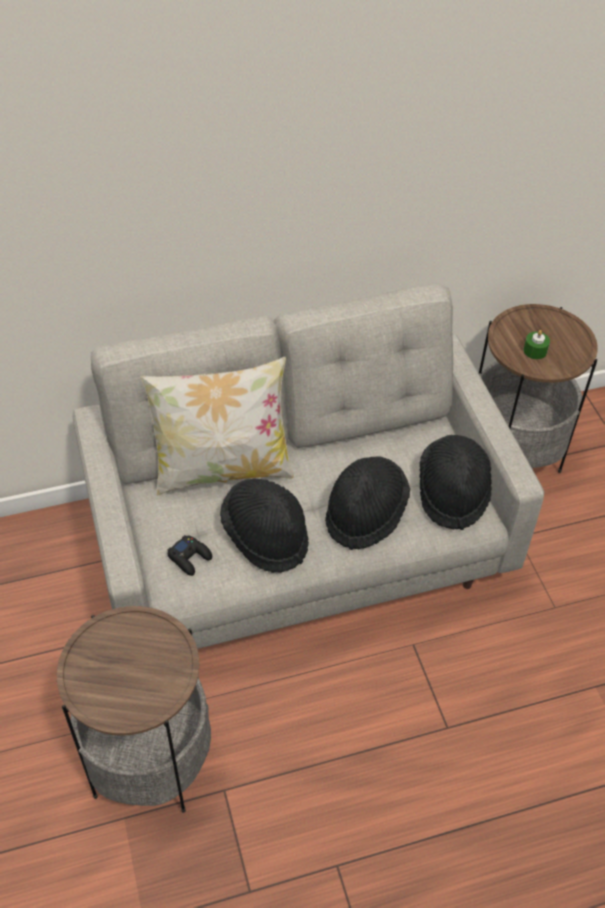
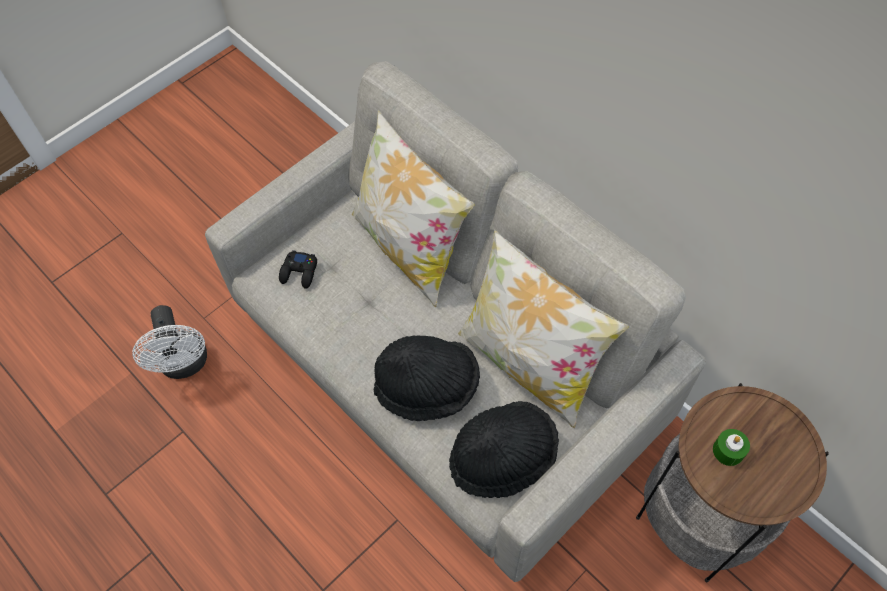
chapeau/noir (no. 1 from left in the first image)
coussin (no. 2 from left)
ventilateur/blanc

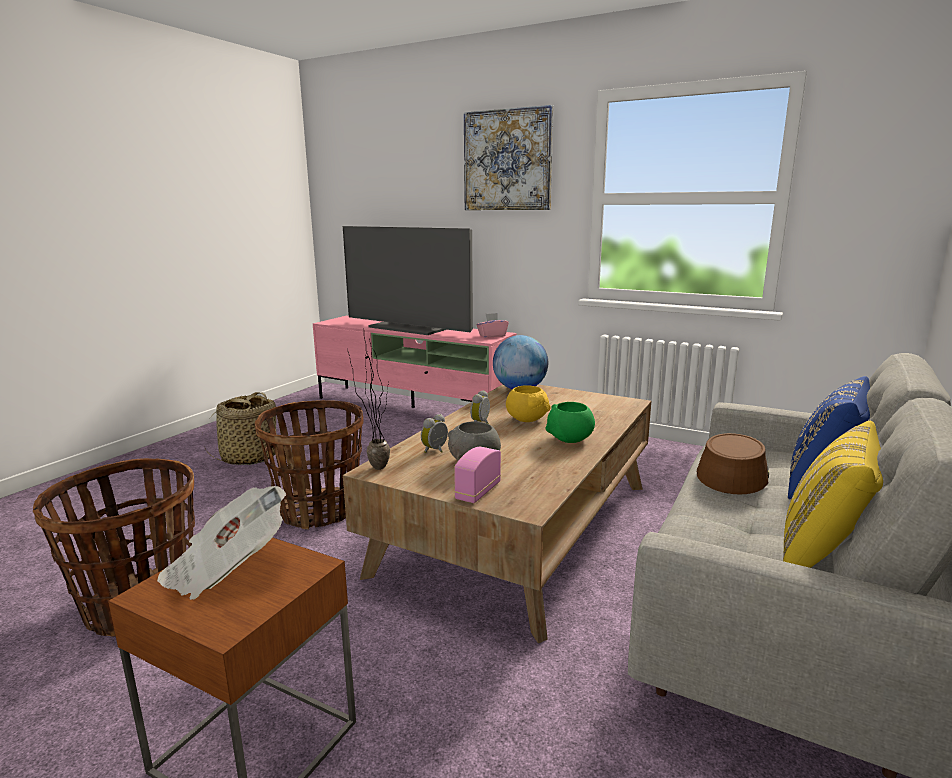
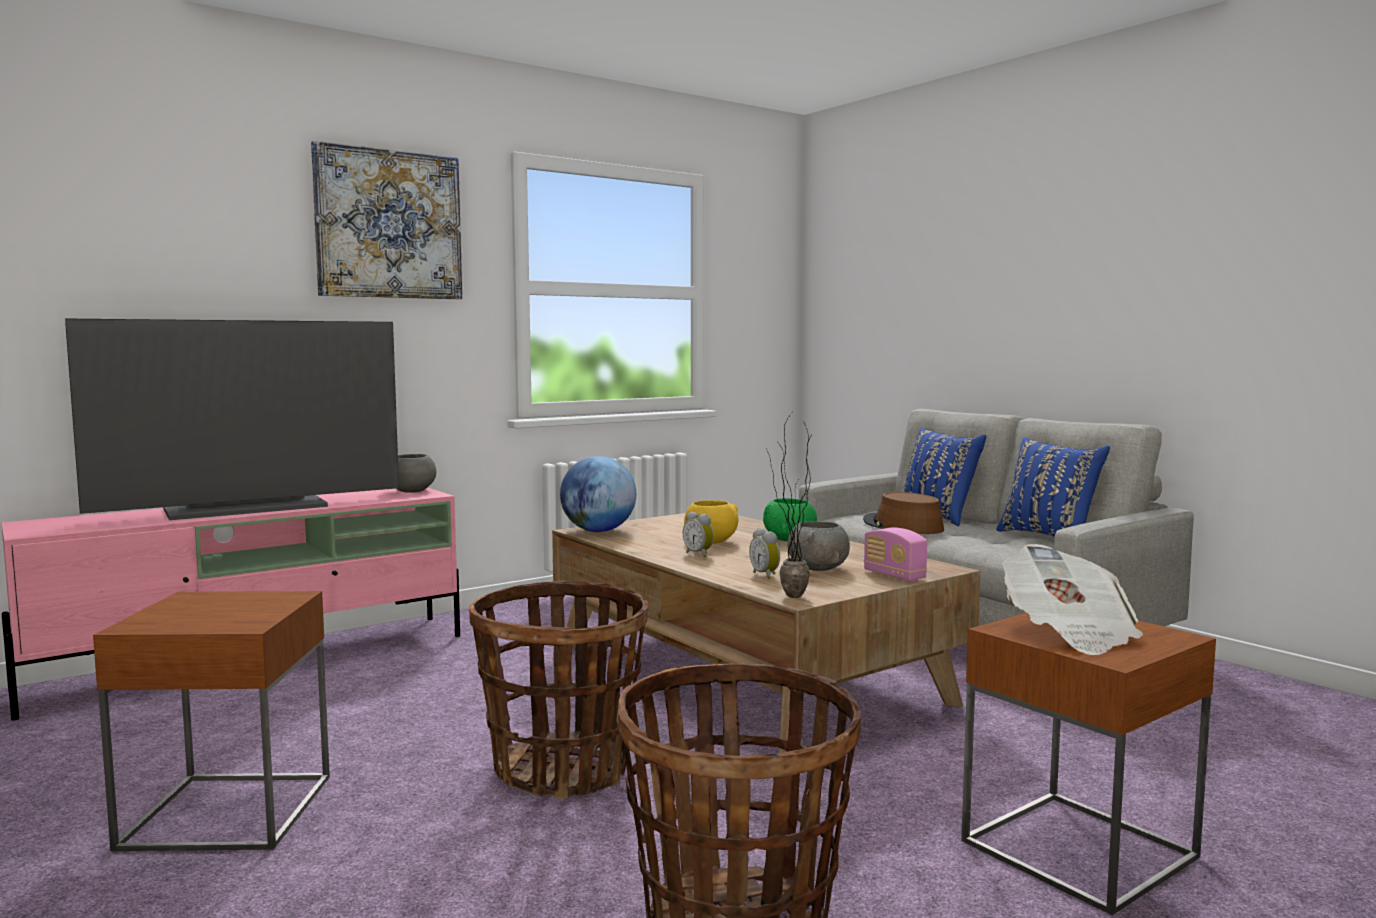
table d'appoint/marron (no. 1 from left)
bol/gris (no. 1 from left)
coussin/bleu (no. 2 from left)

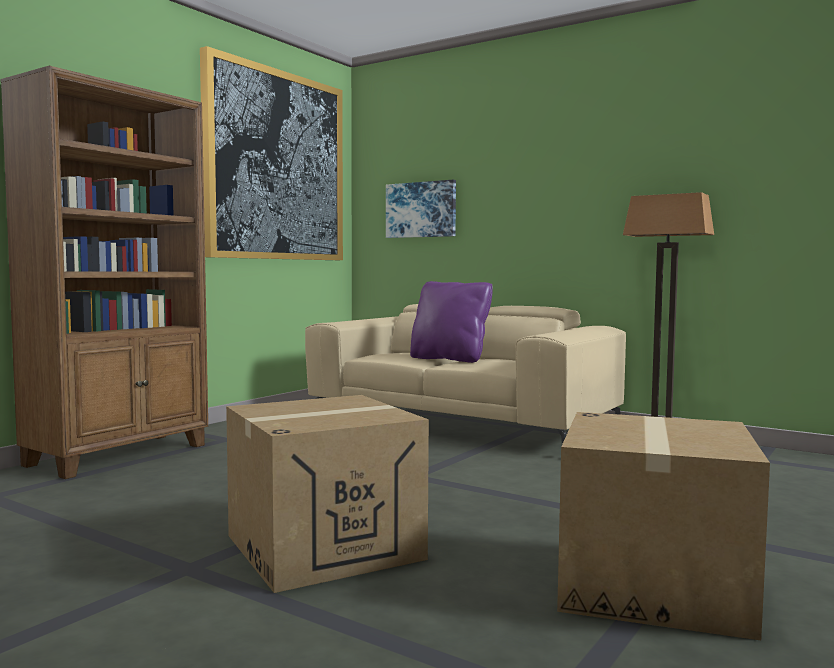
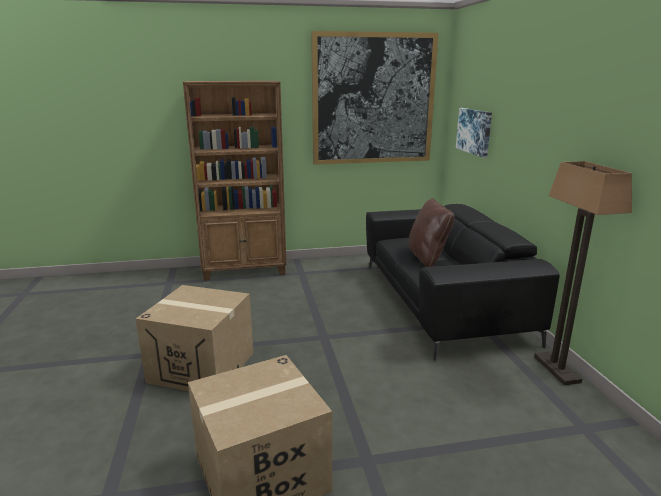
canapé/noir
coussin/marron

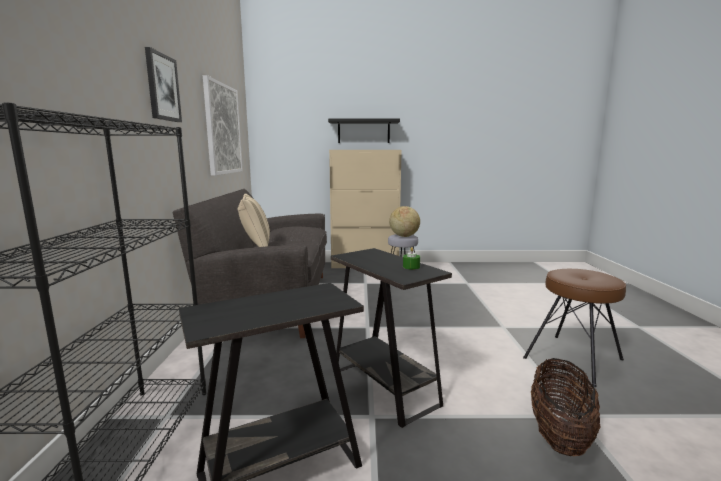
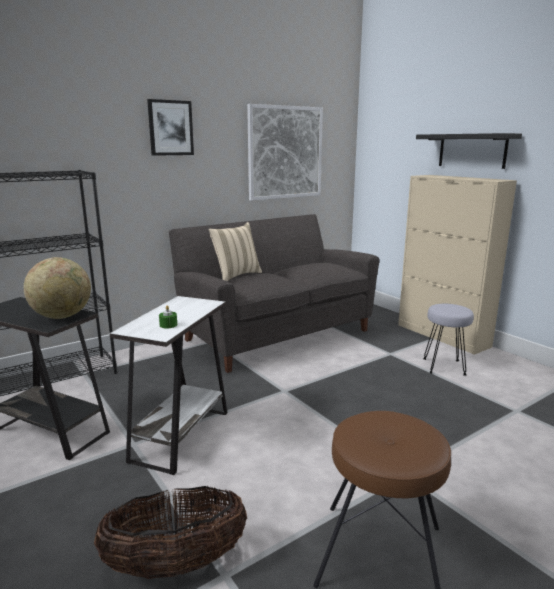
globe
table d'appoint/blanc

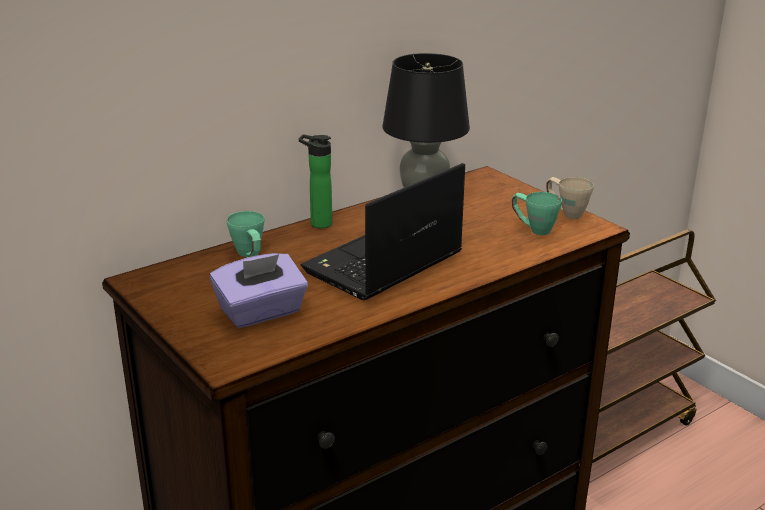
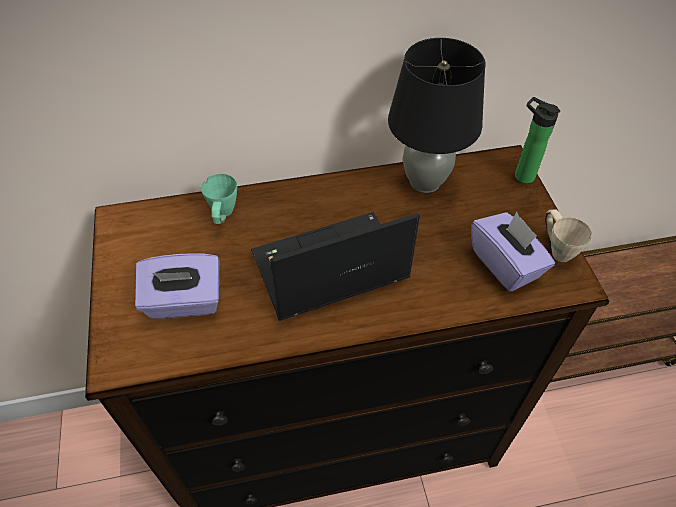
bouteille
boîte à mouchoirs/violet (no. 2 from left)

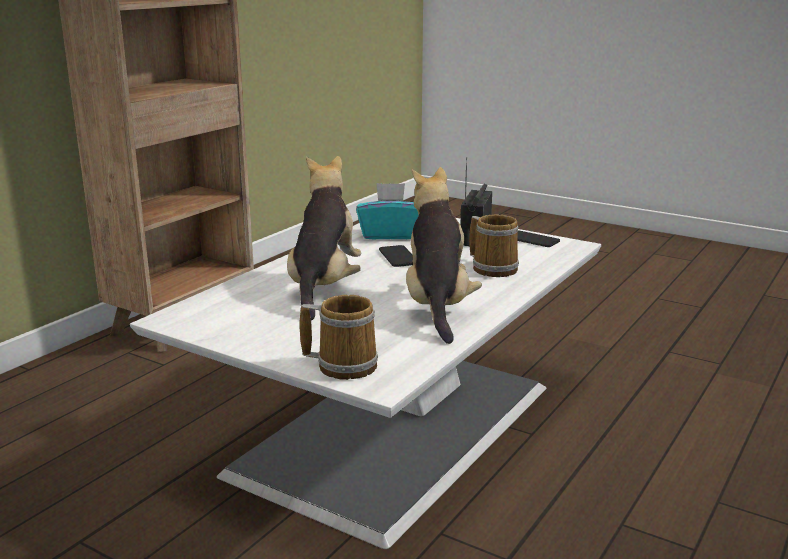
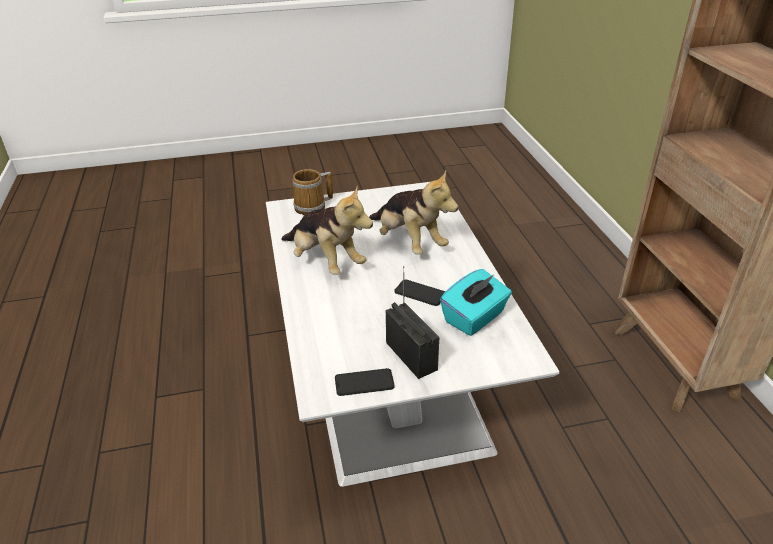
mug (no. 2 from left in the first image)

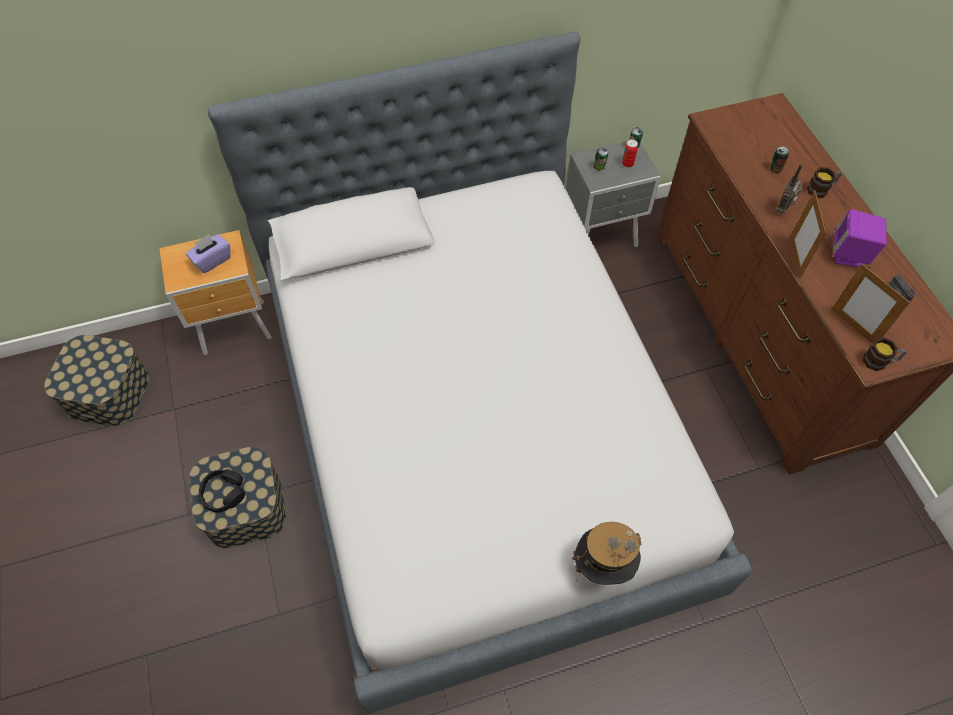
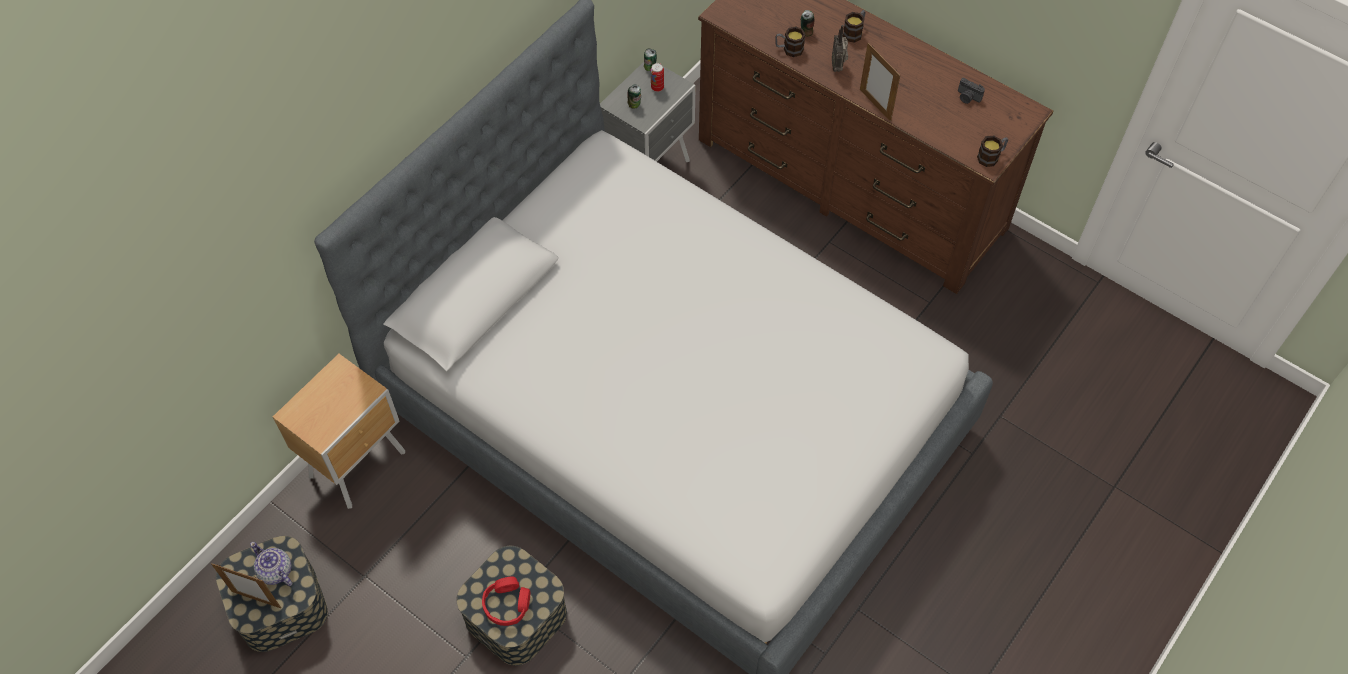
boîte à mouchoirs/violet
chapeau
enceinte/violet
théière
mug (no. 1 from left)
cadre photo (no. 1 from left)
casque audio/rouge

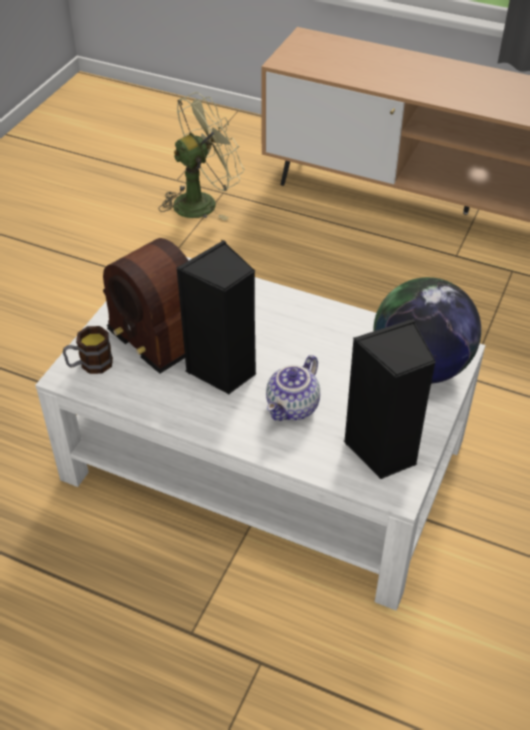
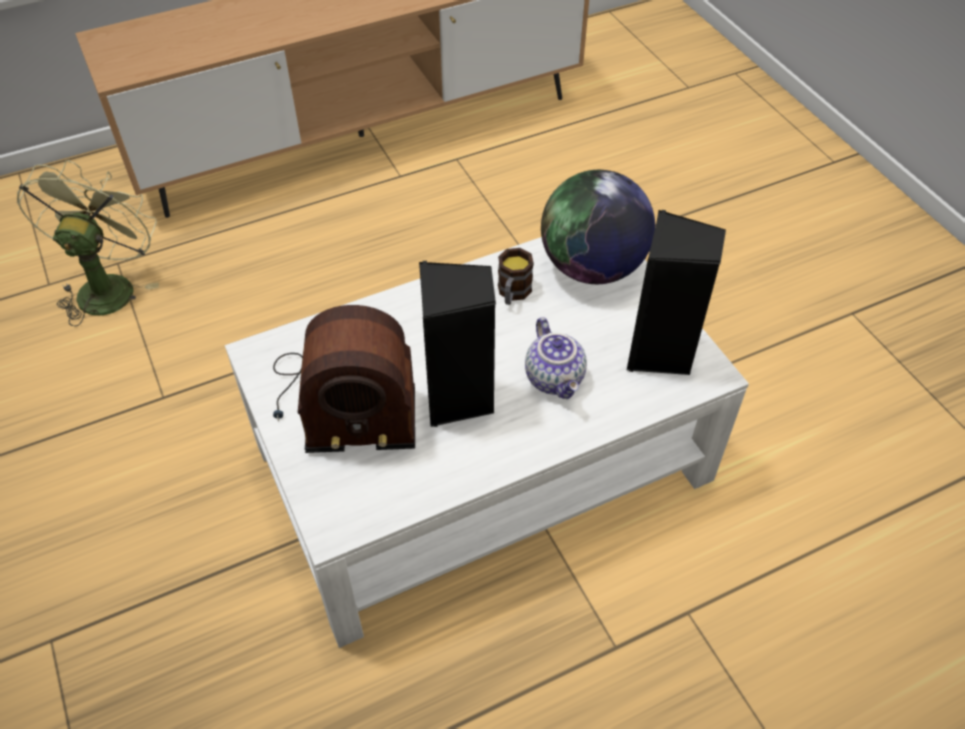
mug

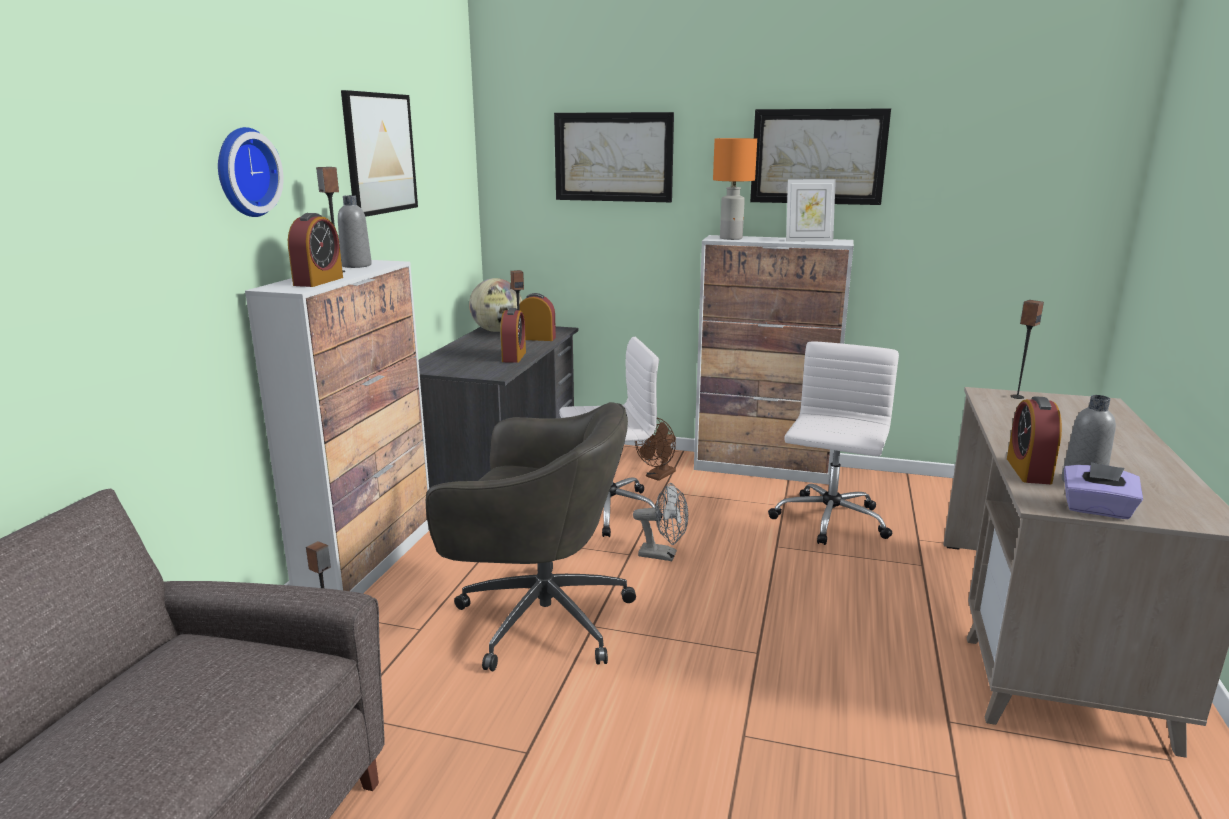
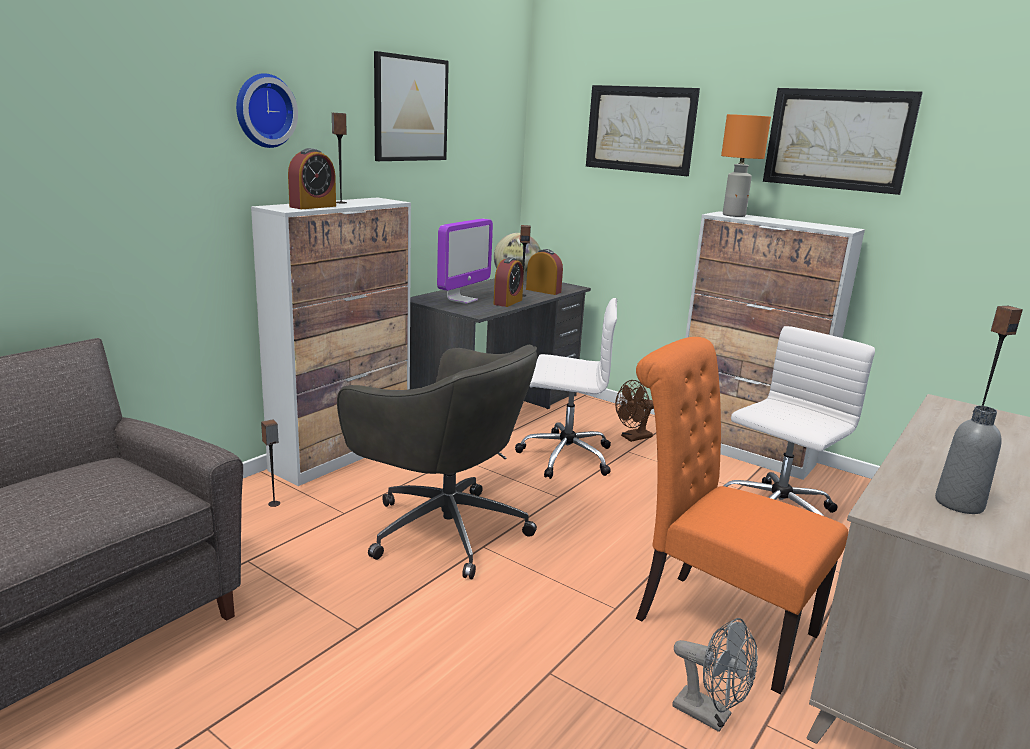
bouteille/gris (no. 1 from left in the first image)
cadre photo
réveil (no. 4 from left in the first image)
boîte à mouchoirs/violet
écran d'ordinateur
chaise/orange
ventilateur/gris

